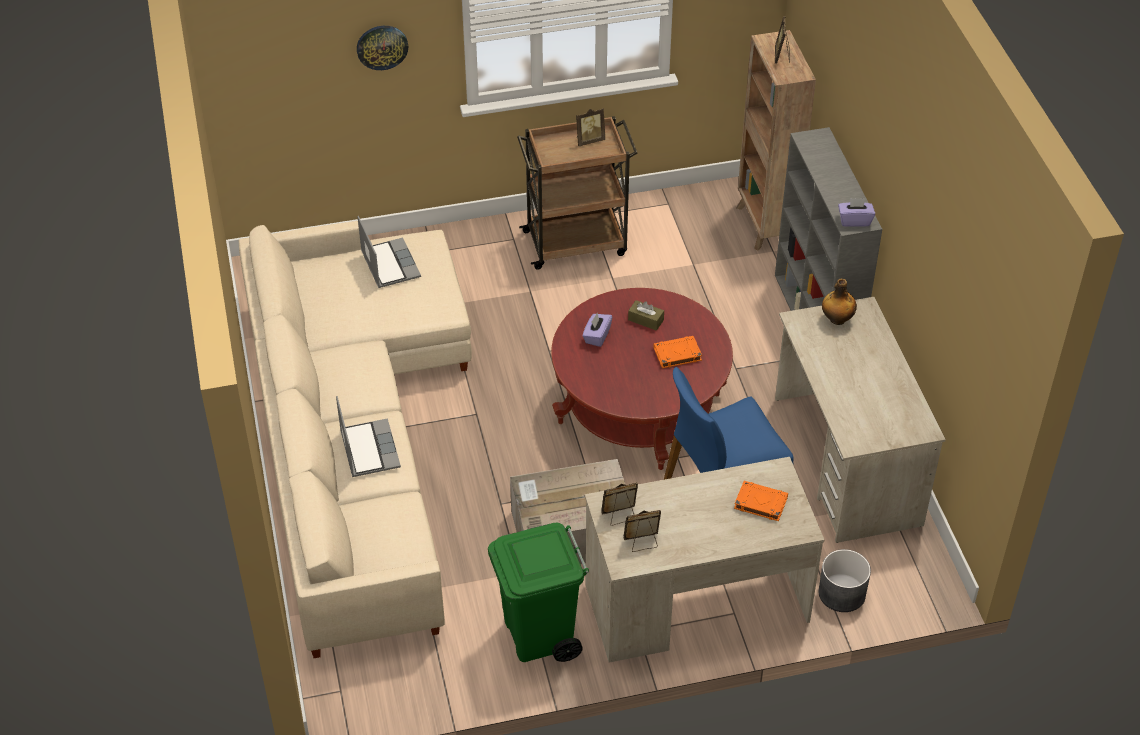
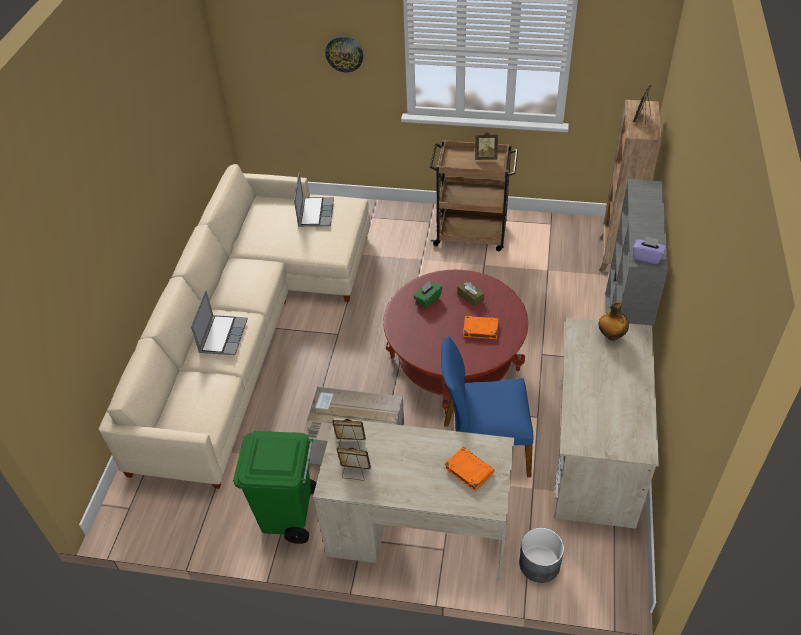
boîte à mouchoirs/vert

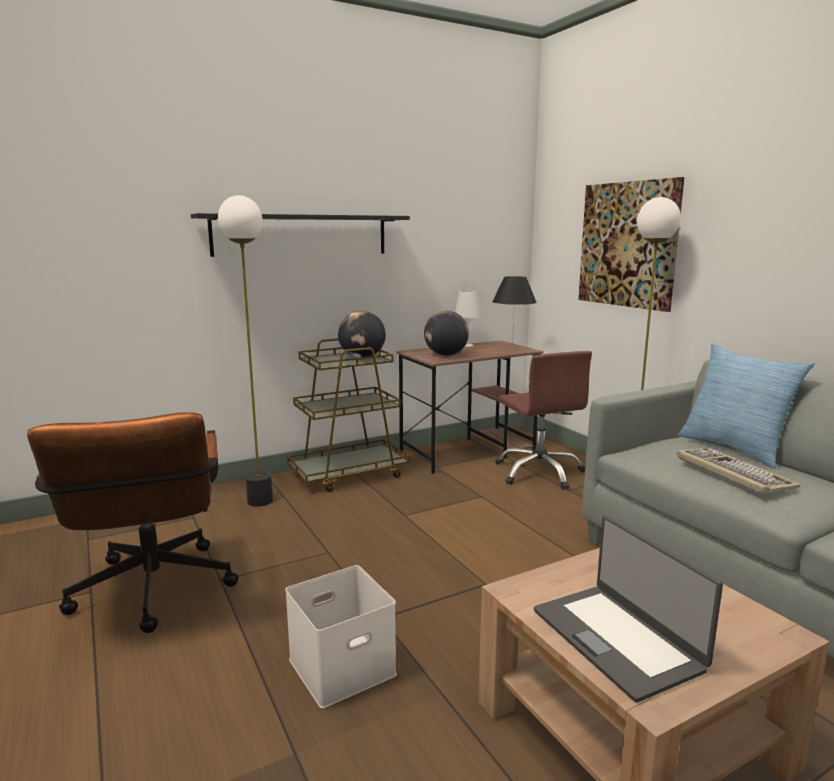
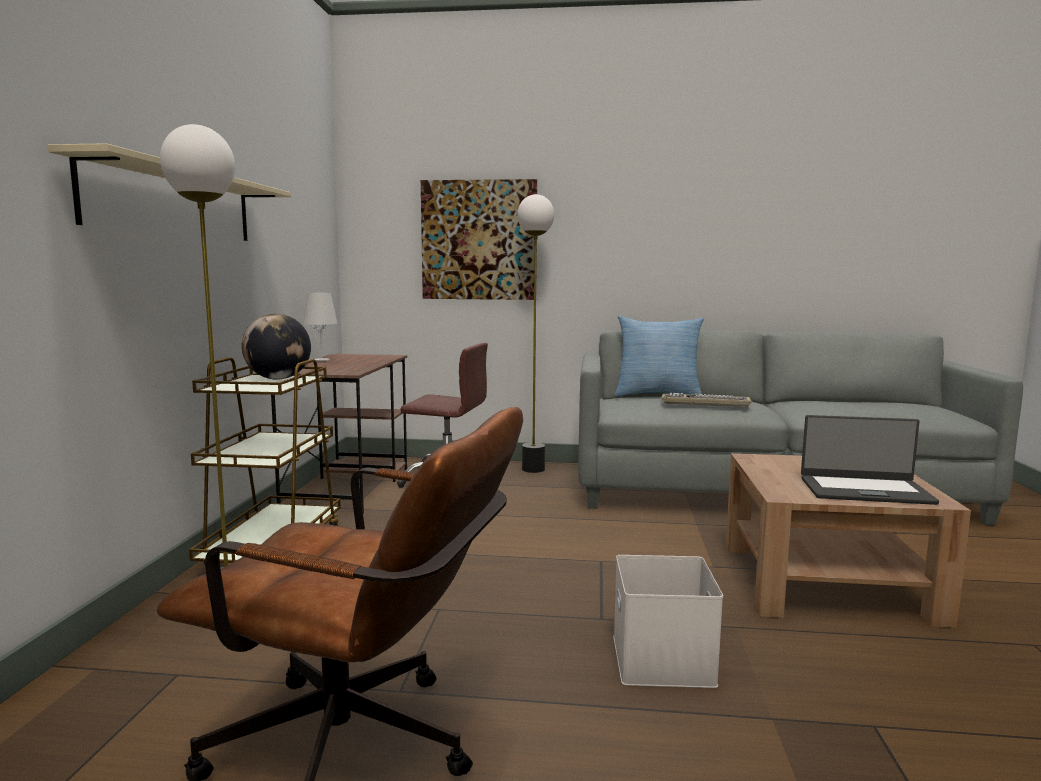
globe (no. 2 from left in the first image)
lampe de table/noir
étagère/beige

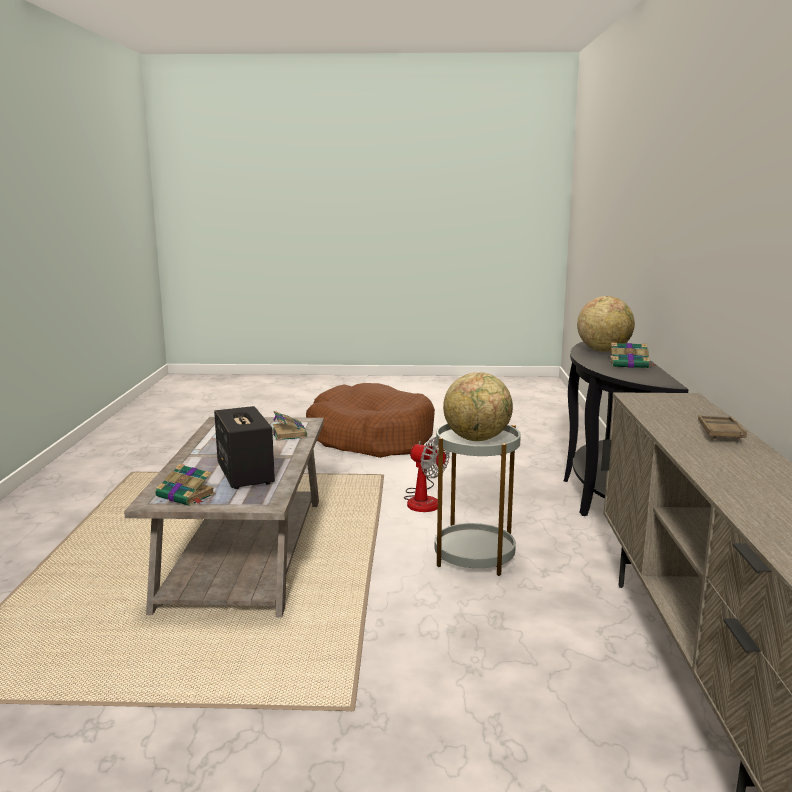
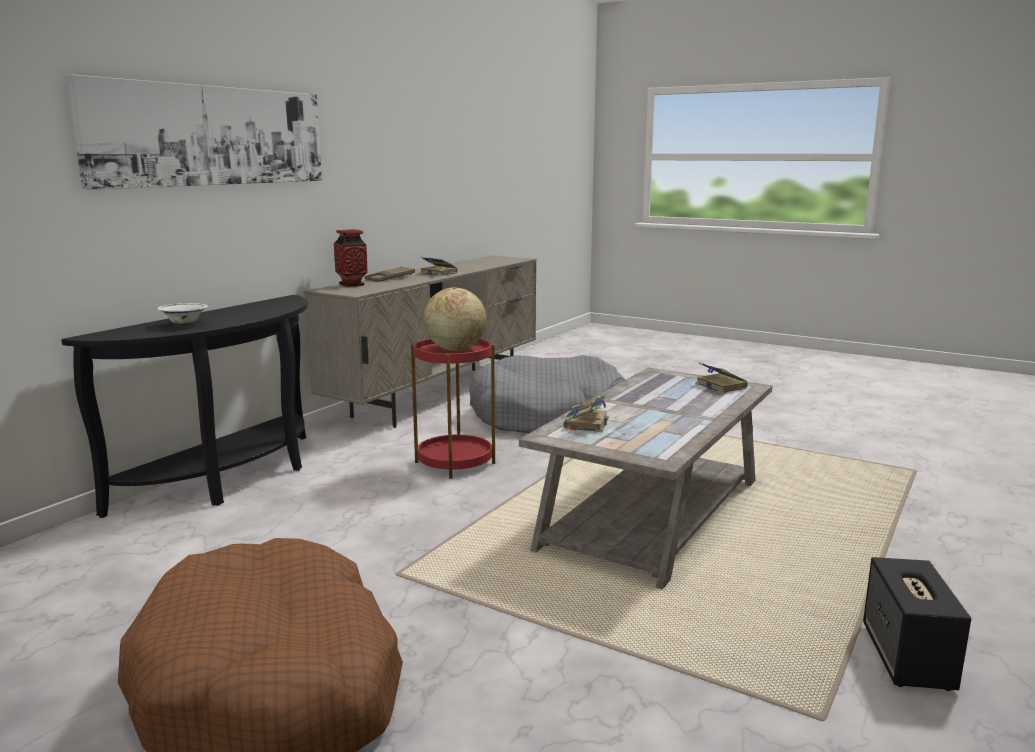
ventilateur
tableau
vase
panier pour chien/gris
enceinte
livre (no. 1 from left)
bol/blanc
table d'appoint/rouge

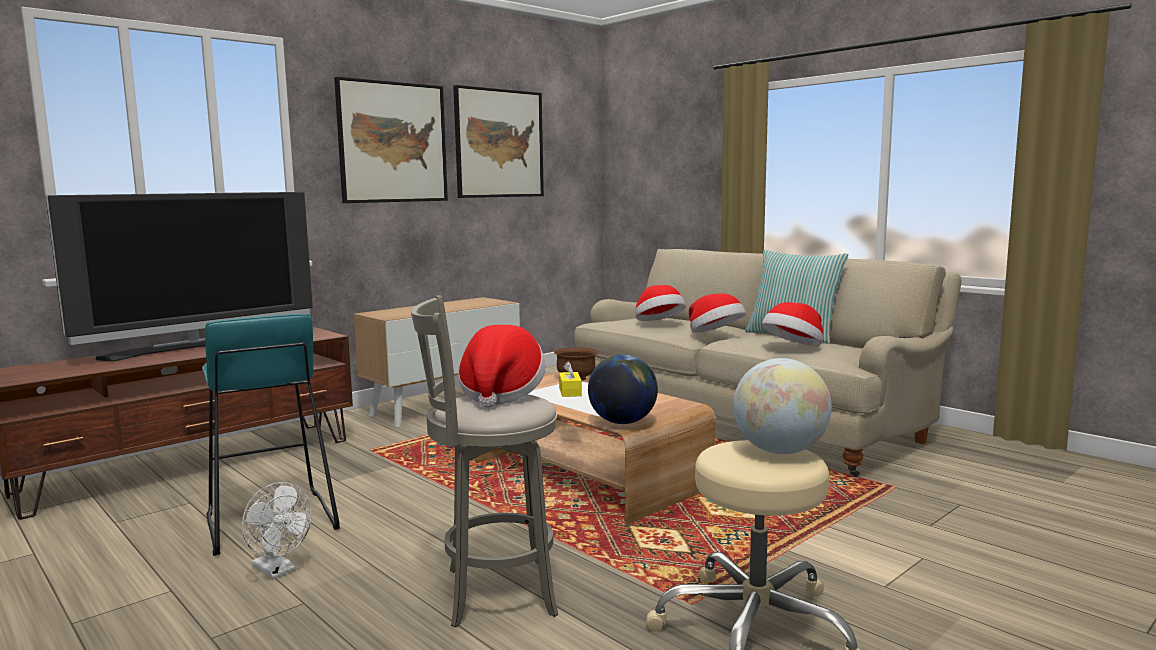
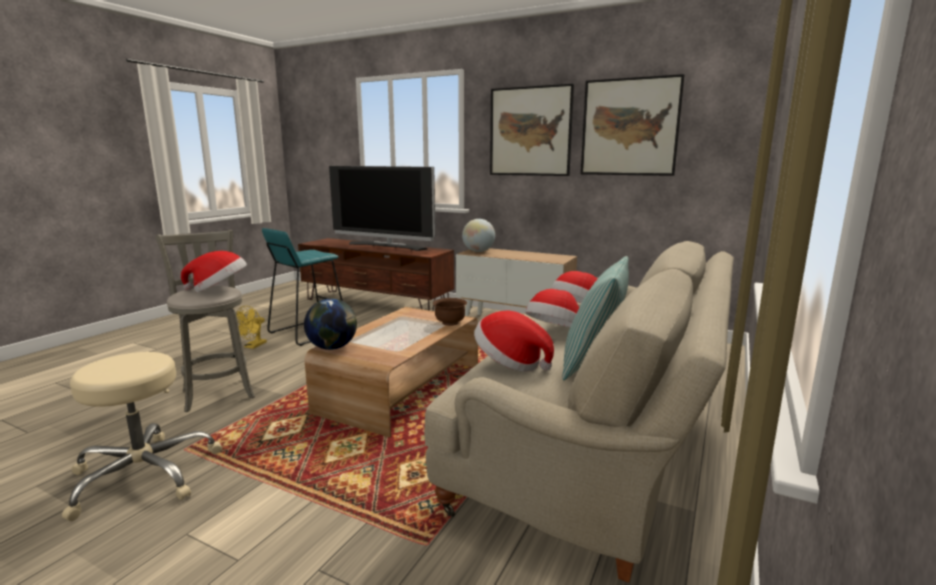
boîte à mouchoirs/jaune
globe (no. 2 from left)
ventilateur/jaune

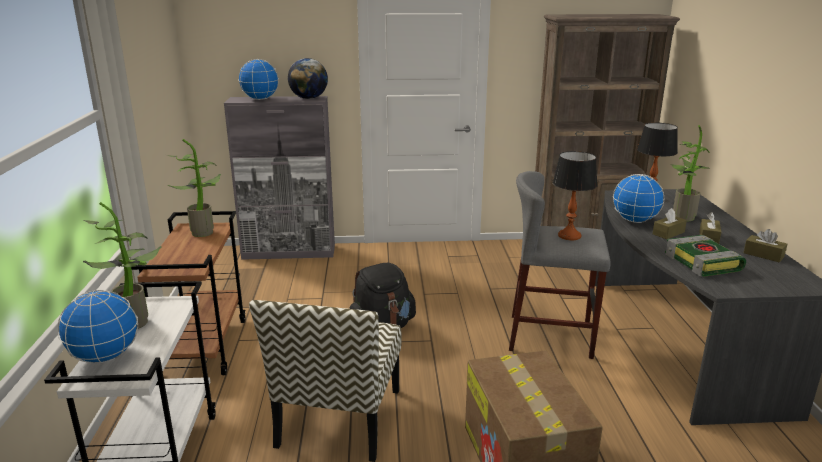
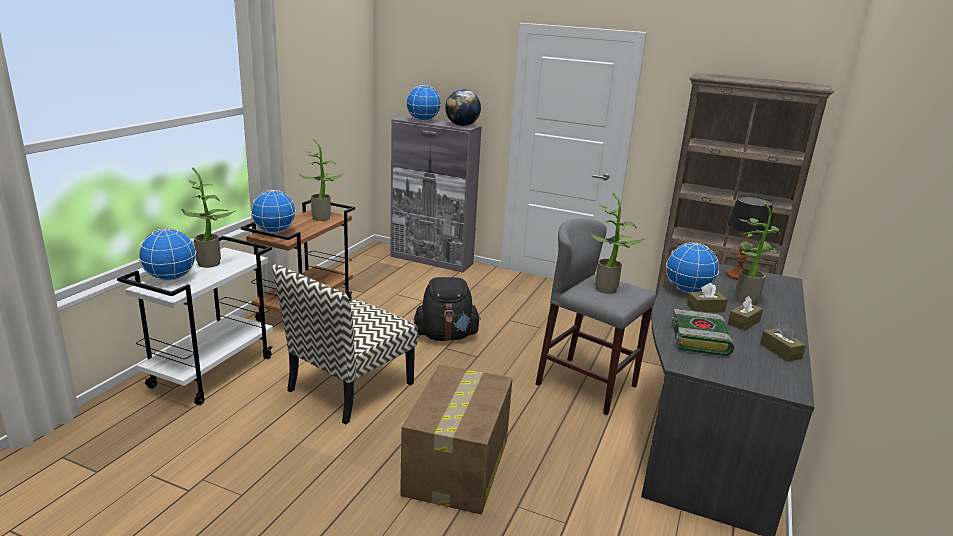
globe (no. 2 from left)
plante en pot (no. 3 from left)

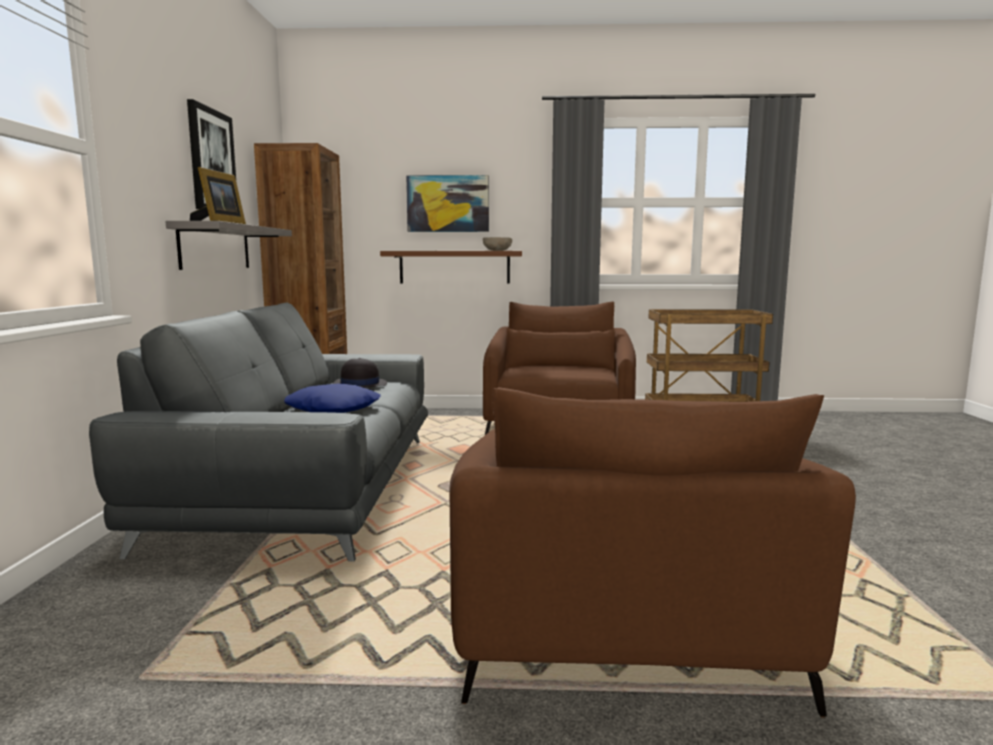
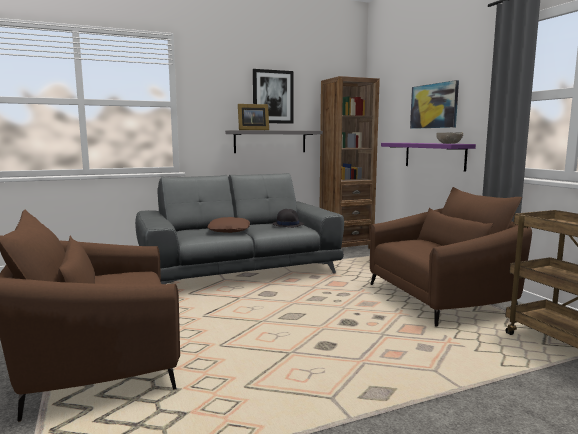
coussin/marron
étagère/violet

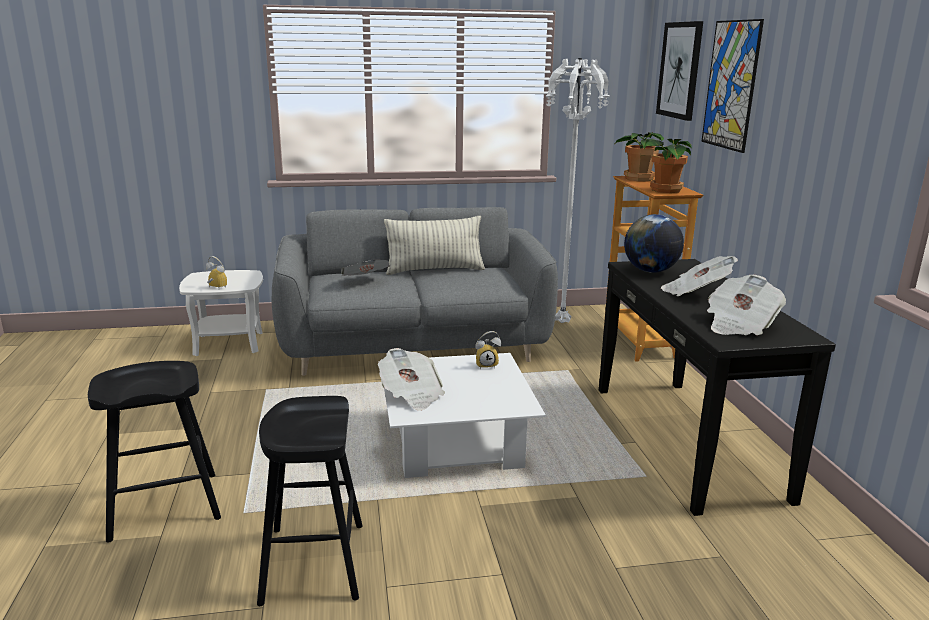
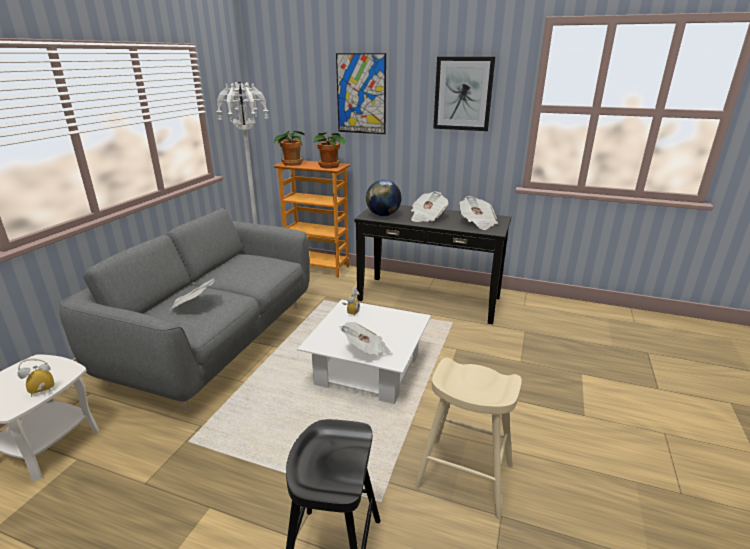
coussin
tableau (no. 2 from left)
tabouret/beige

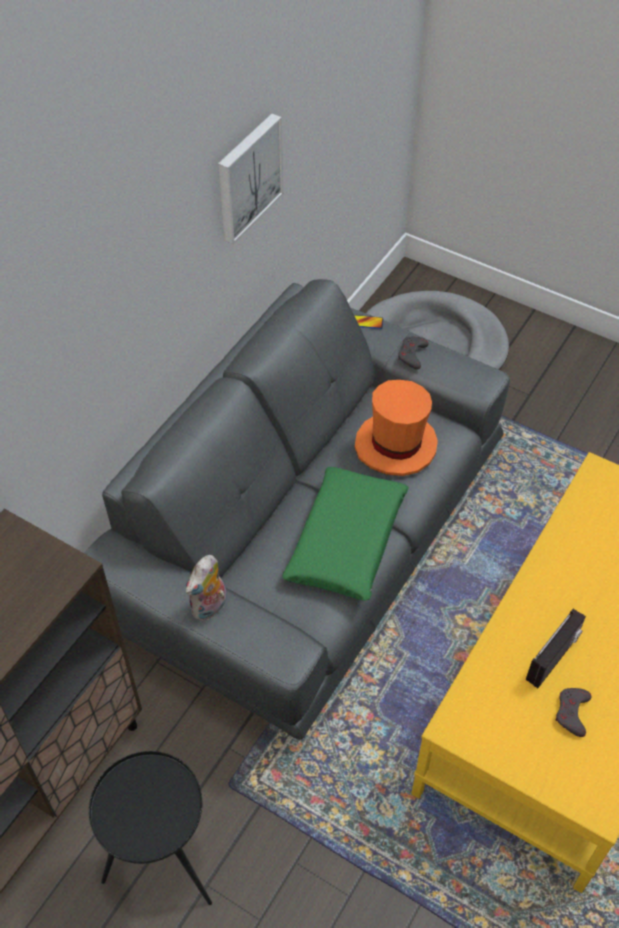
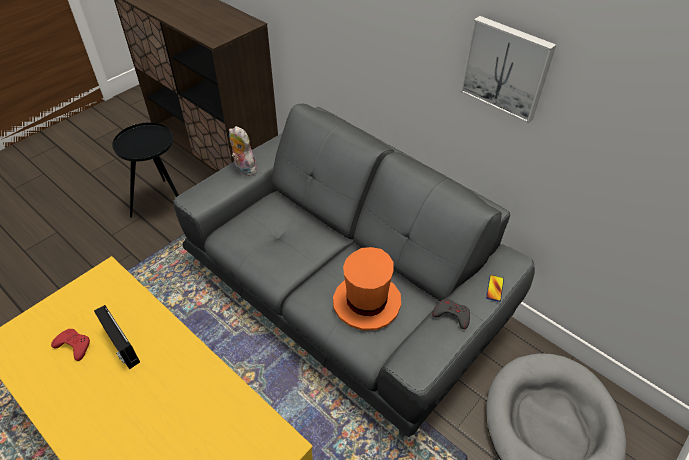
coussin/vert
manette/rouge

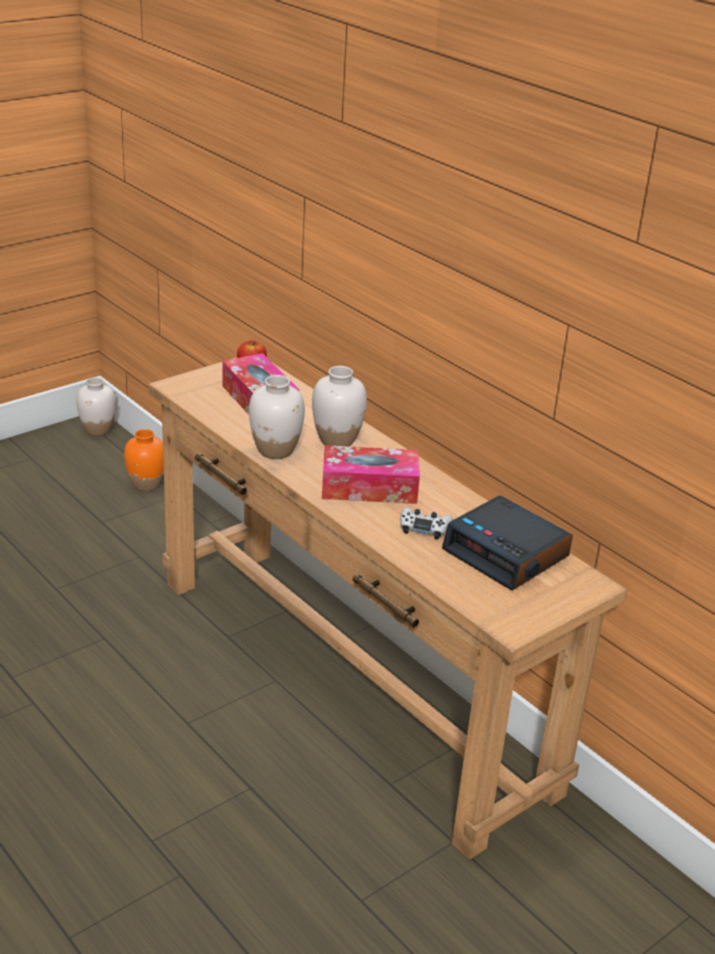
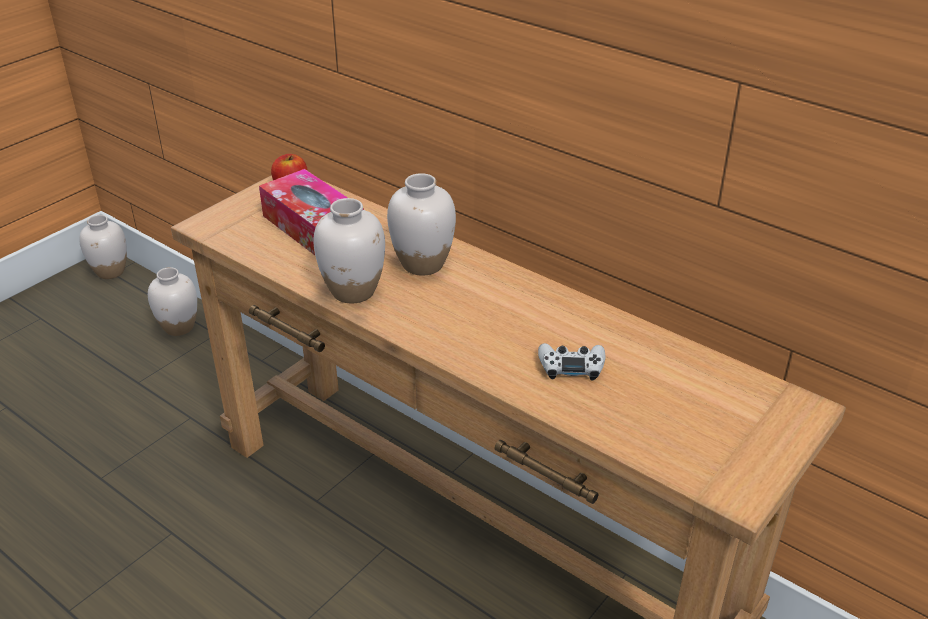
boîte à mouchoirs (no. 2 from left in the first image)
réveil
vase/blanc (no. 2 from left)

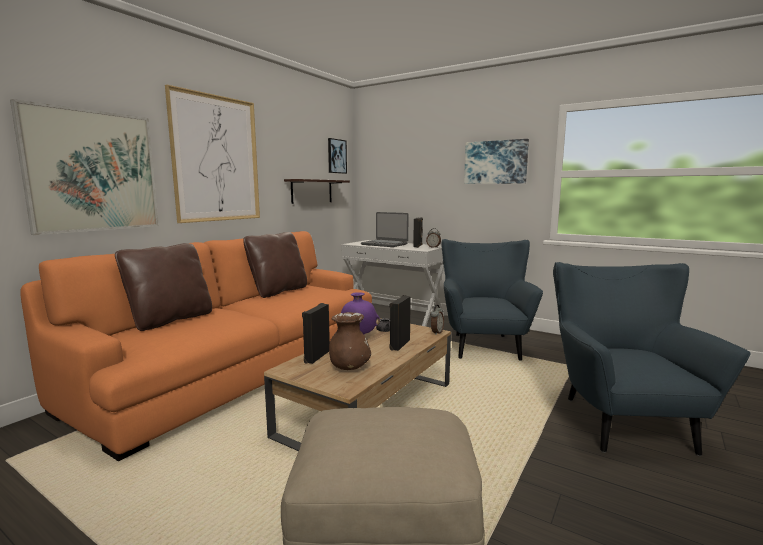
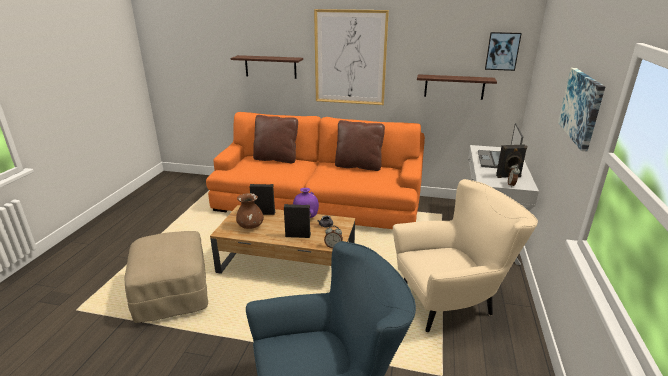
étagère (no. 1 from left)
fauteuil/beige

